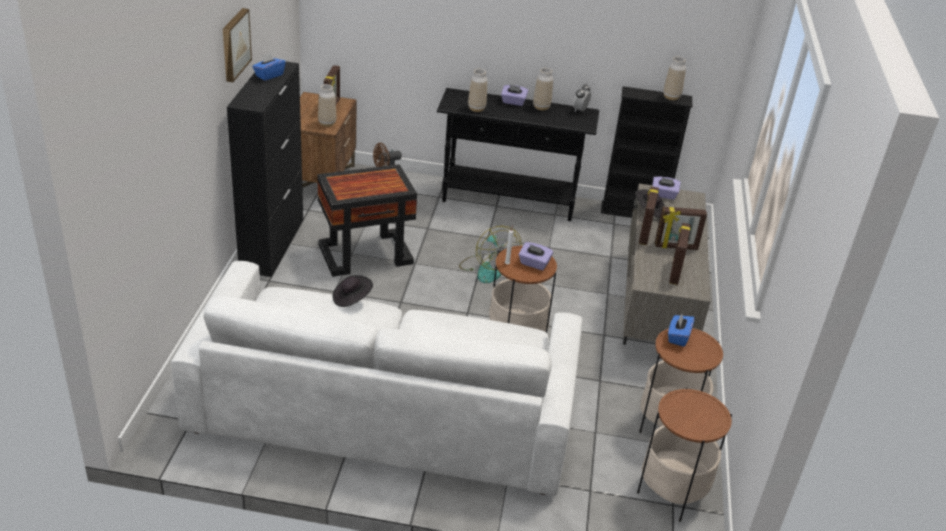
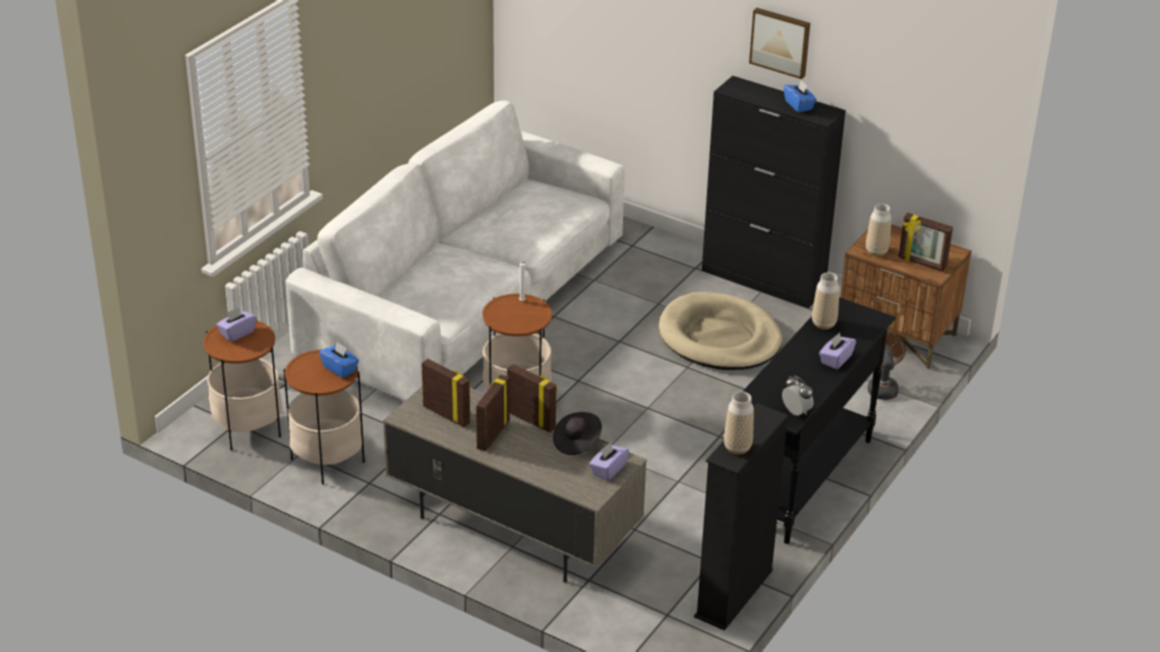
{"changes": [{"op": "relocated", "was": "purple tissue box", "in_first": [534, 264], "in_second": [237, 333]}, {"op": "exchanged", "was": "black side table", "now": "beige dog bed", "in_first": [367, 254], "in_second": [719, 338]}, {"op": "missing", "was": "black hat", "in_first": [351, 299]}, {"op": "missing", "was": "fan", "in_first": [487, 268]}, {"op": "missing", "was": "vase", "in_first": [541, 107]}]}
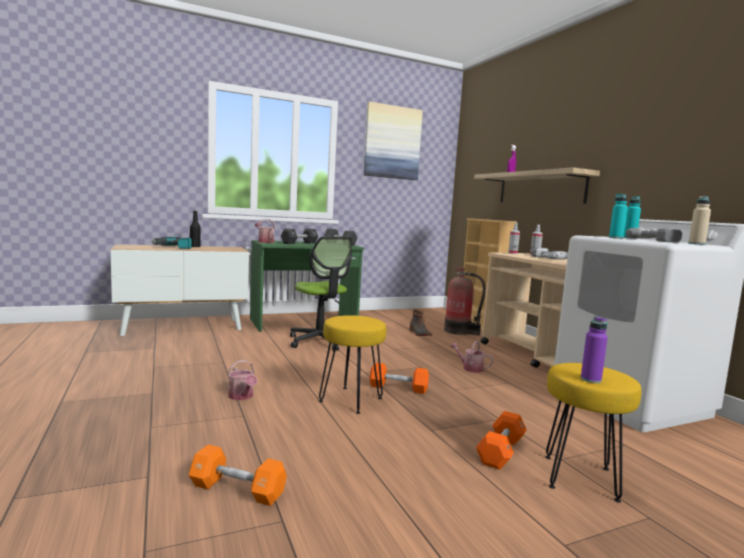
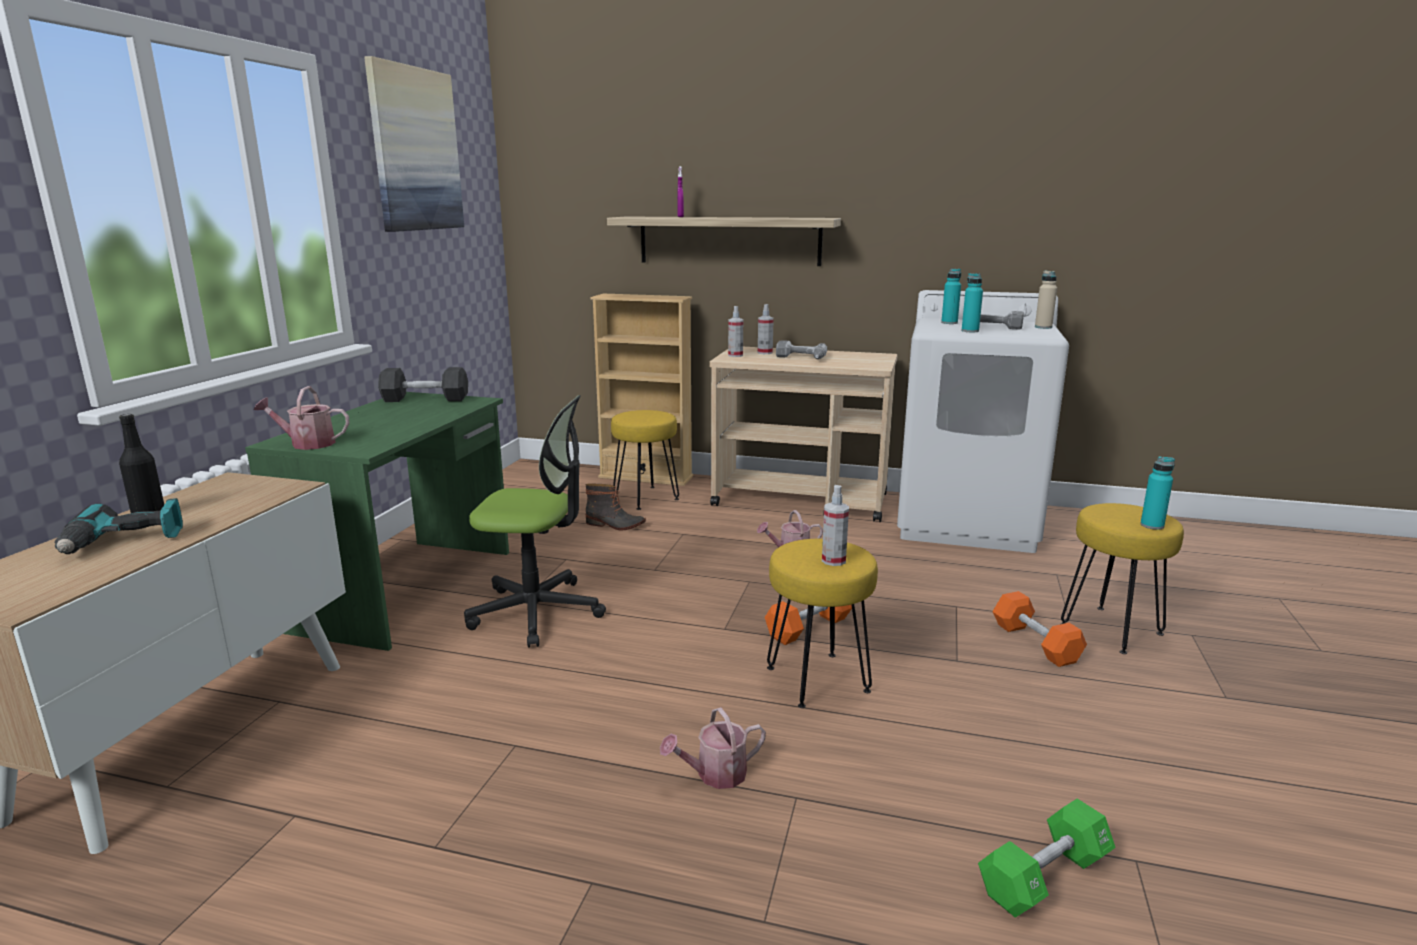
{"changes": [{"op": "exchanged", "was": "fire extinguisher", "now": "yellow stool", "in_first": [459, 331], "in_second": [646, 497]}, {"op": "spun", "was": "watering can", "in_first": [242, 396], "in_second": [715, 775], "clockwise": 150}, {"op": "appeared", "now": "spray bottle", "in_second": [833, 560]}, {"op": "colour", "was": "orange dumbbell", "now": "green dumbbell", "in_first": [237, 490], "in_second": [1044, 877]}, {"op": "colour", "was": "purple bottle", "now": "turquoise bottle", "in_first": [590, 379], "in_second": [1152, 525]}, {"op": "missing", "was": "black dumbbell", "in_first": [299, 243]}]}
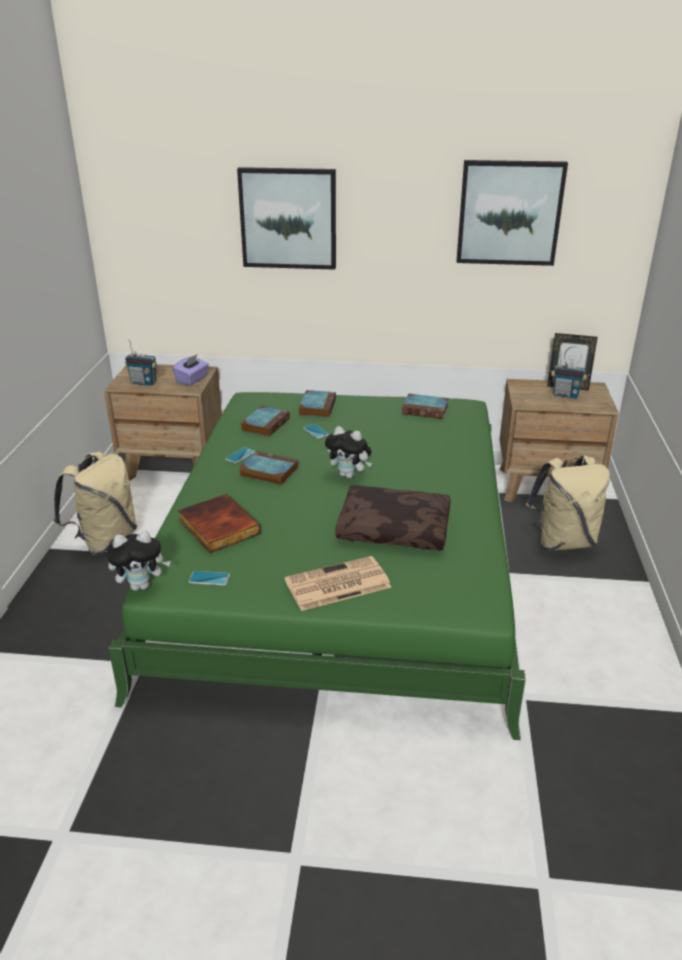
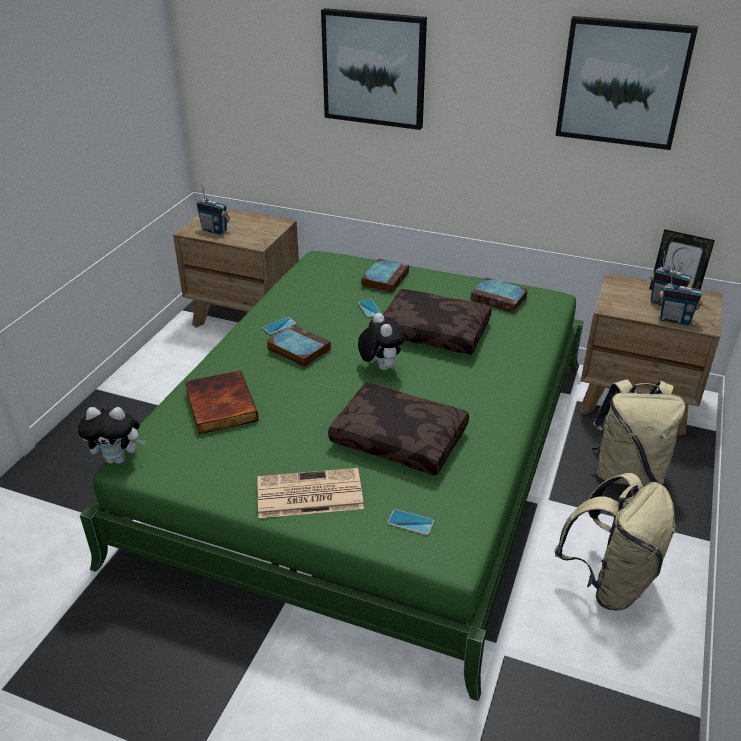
{"changes": [{"op": "spun", "was": "plush toy", "in_first": [349, 475], "in_second": [380, 366], "clockwise": -150}, {"op": "appeared", "now": "brown pillow", "in_second": [435, 331]}, {"op": "relocated", "was": "phone", "in_first": [209, 579], "in_second": [410, 522]}, {"op": "relocated", "was": "beige backpack", "in_first": [105, 540], "in_second": [609, 581]}, {"op": "appeared", "now": "radio", "in_second": [674, 320]}, {"op": "missing", "was": "purple tissue box", "in_first": [192, 380]}, {"op": "missing", "was": "book", "in_first": [265, 424]}]}
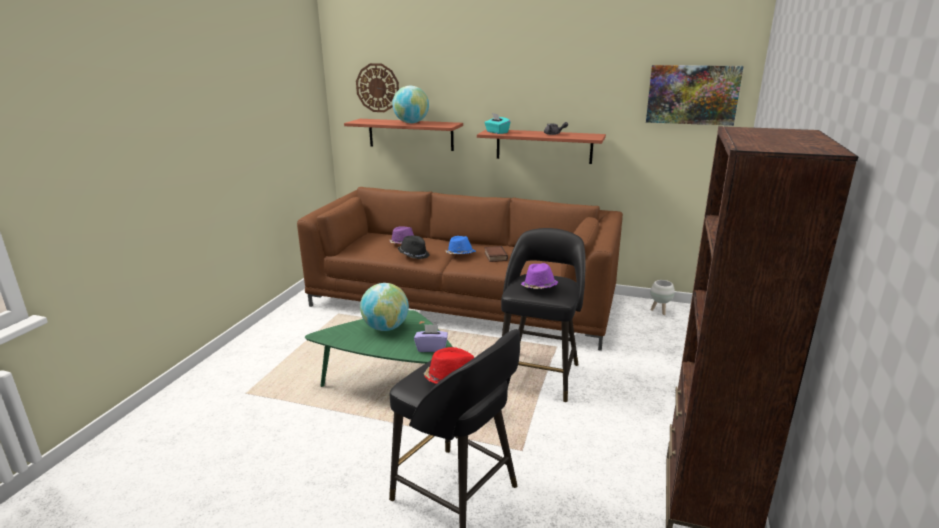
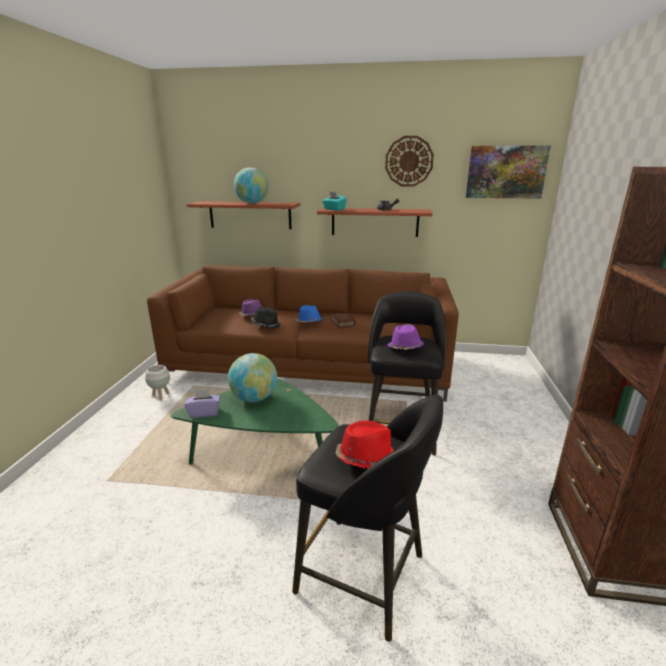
{"changes": [{"op": "relocated", "was": "white planter", "in_first": [659, 311], "in_second": [161, 396]}, {"op": "relocated", "was": "purple tissue box", "in_first": [431, 348], "in_second": [204, 412]}, {"op": "relocated", "was": "wall clock", "in_first": [377, 88], "in_second": [409, 161]}]}
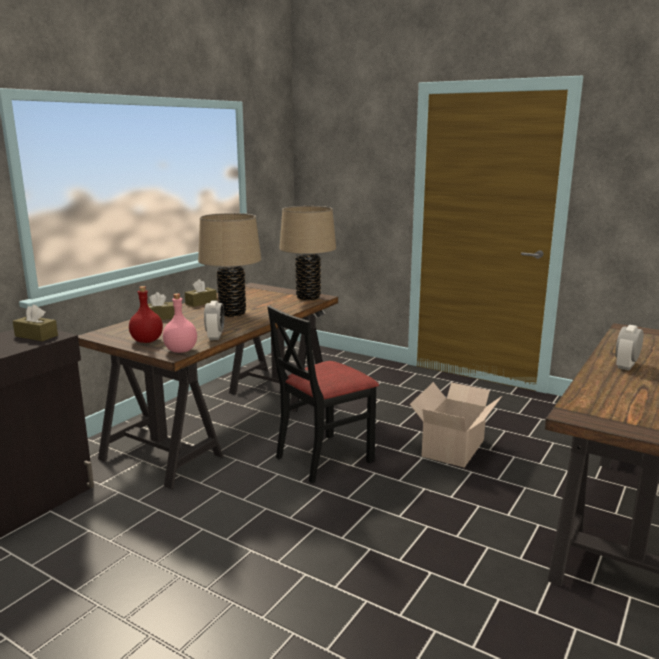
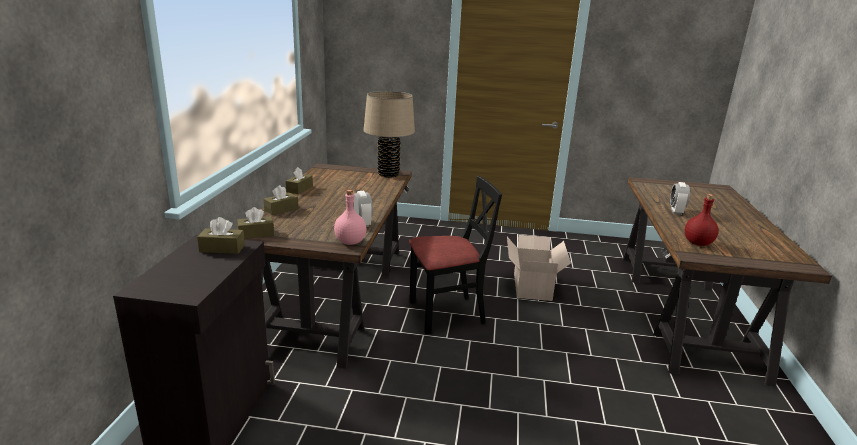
{"changes": [{"op": "appeared", "now": "brown tissue box", "in_second": [256, 234]}, {"op": "spun", "was": "black chair", "in_first": [323, 458], "in_second": [446, 313], "clockwise": -135}, {"op": "relocated", "was": "red bottle", "in_first": [147, 341], "in_second": [698, 243]}, {"op": "missing", "was": "beige table lamp", "in_first": [232, 313]}]}
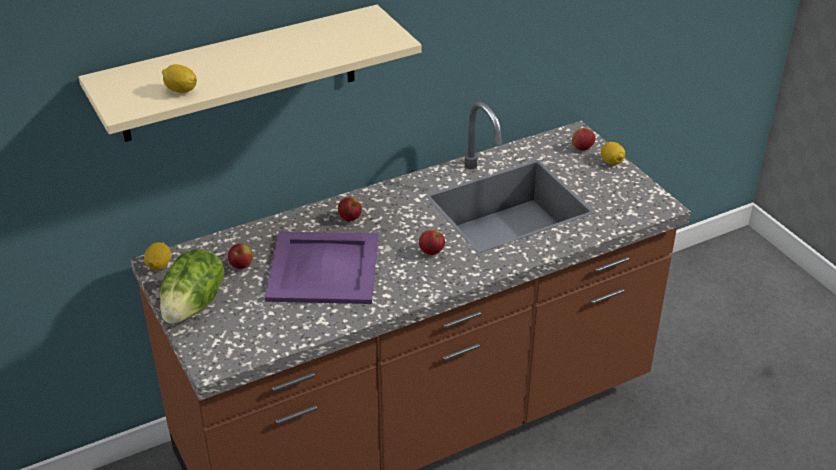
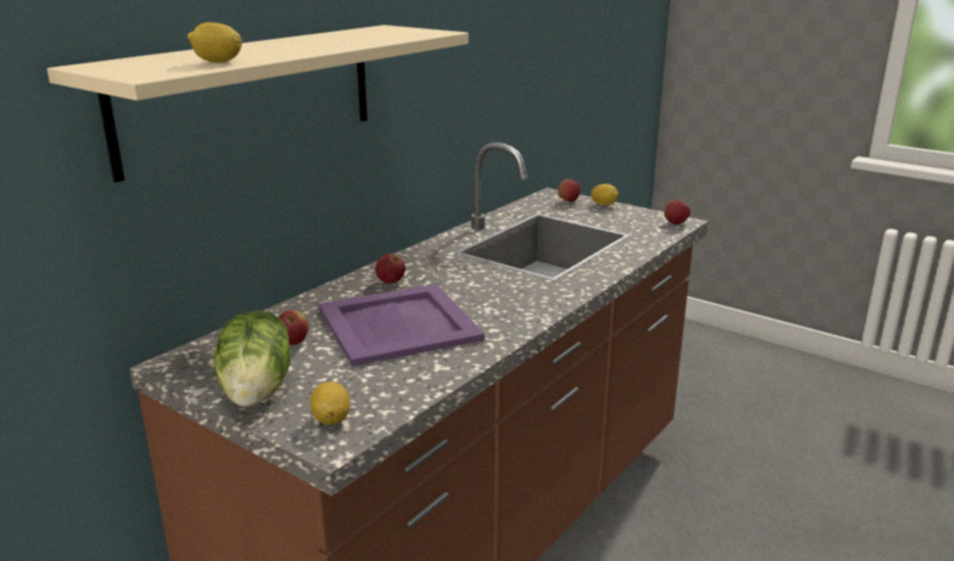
{"changes": [{"op": "relocated", "was": "lemon", "in_first": [159, 265], "in_second": [331, 419]}, {"op": "relocated", "was": "apple", "in_first": [431, 252], "in_second": [675, 223]}]}
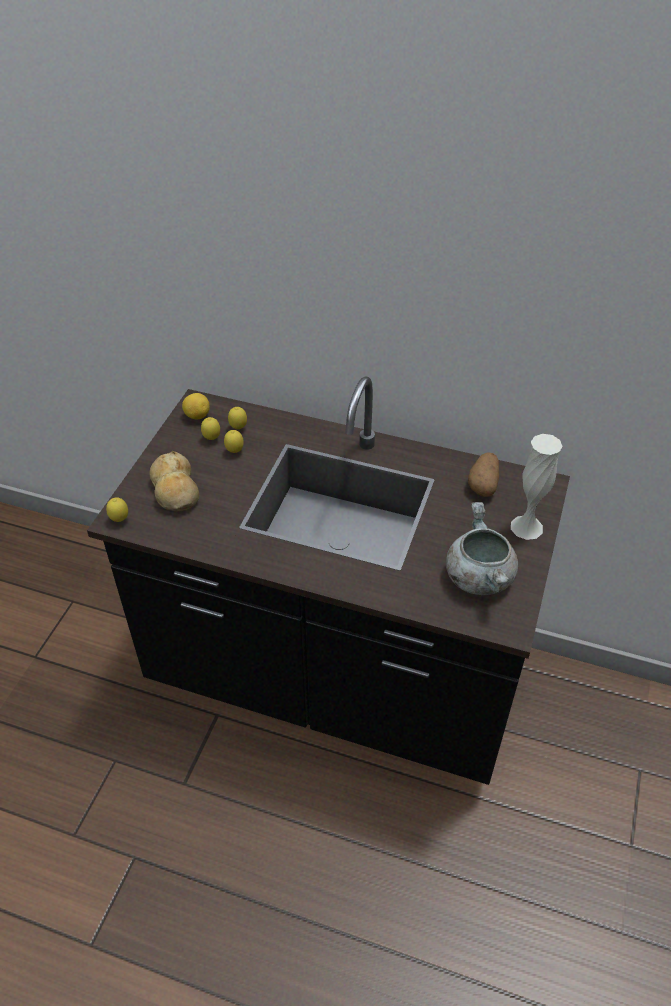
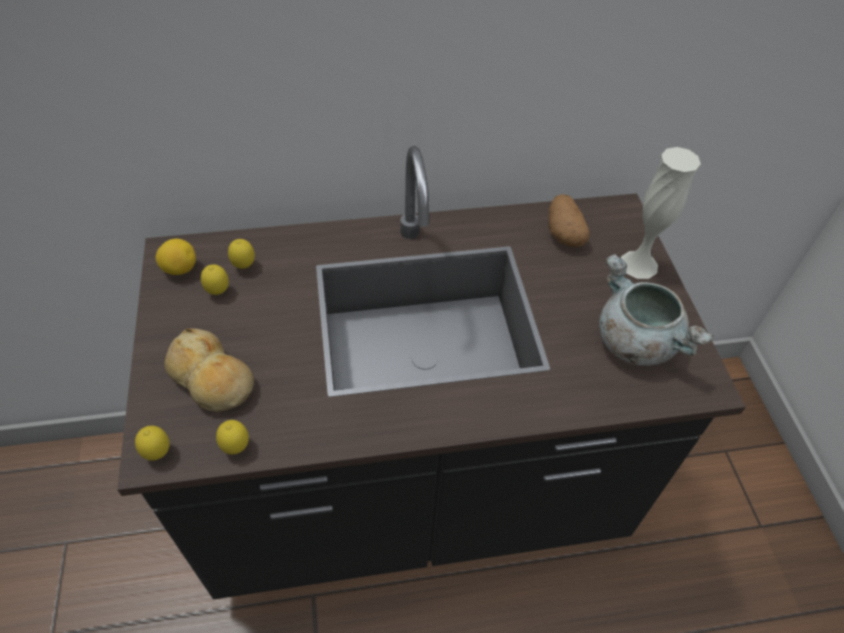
{"changes": [{"op": "relocated", "was": "lemon", "in_first": [234, 451], "in_second": [236, 448]}]}
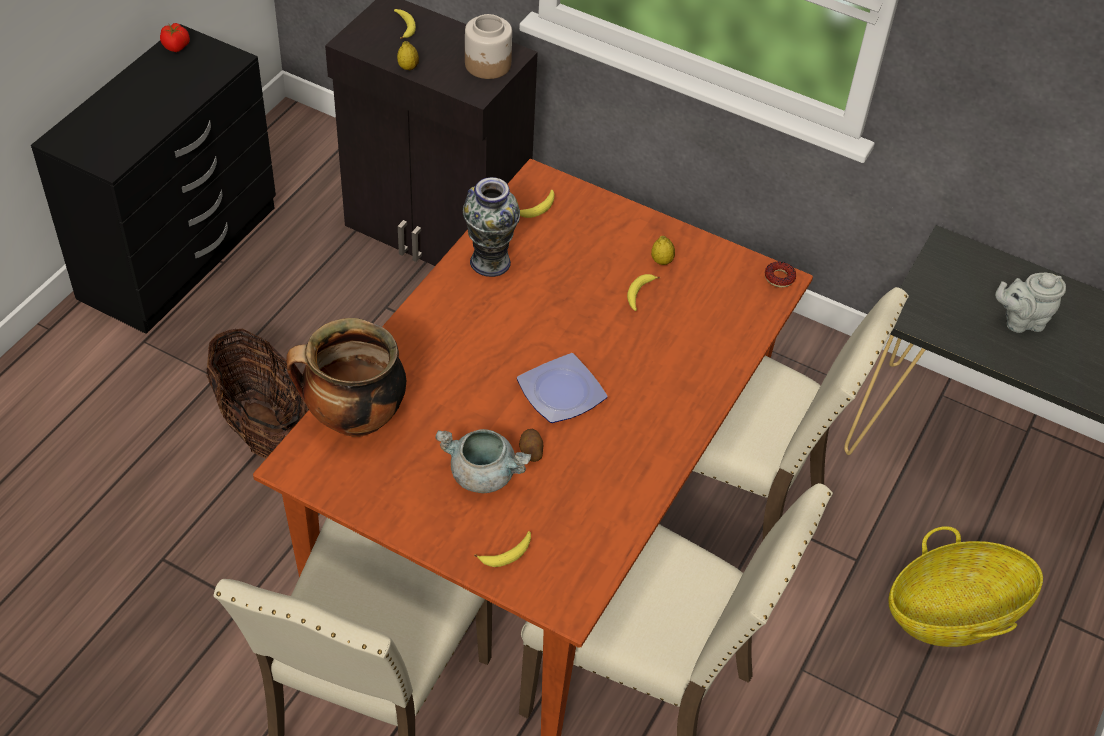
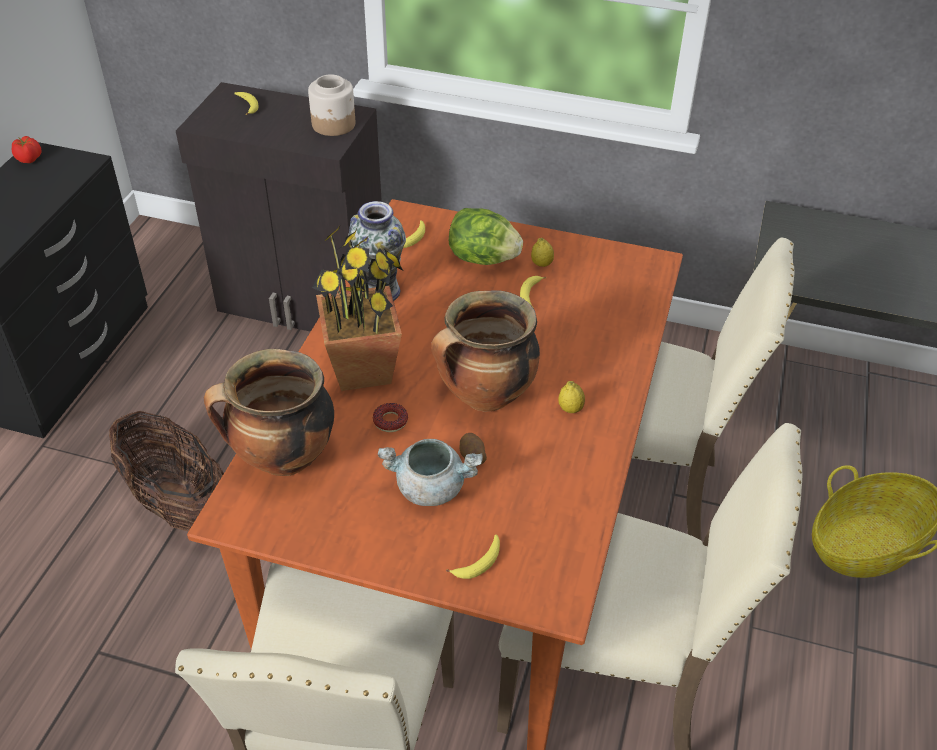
{"changes": [{"op": "appeared", "now": "potted plant", "in_second": [362, 369]}, {"op": "relocated", "was": "donut", "in_first": [779, 277], "in_second": [390, 421]}, {"op": "exchanged", "was": "plate", "now": "cooking pot", "in_first": [561, 394], "in_second": [485, 397]}, {"op": "appeared", "now": "lettuce", "in_second": [482, 258]}, {"op": "relocated", "was": "lemon", "in_first": [408, 67], "in_second": [570, 409]}, {"op": "missing", "was": "grey teapot", "in_first": [1020, 321]}]}
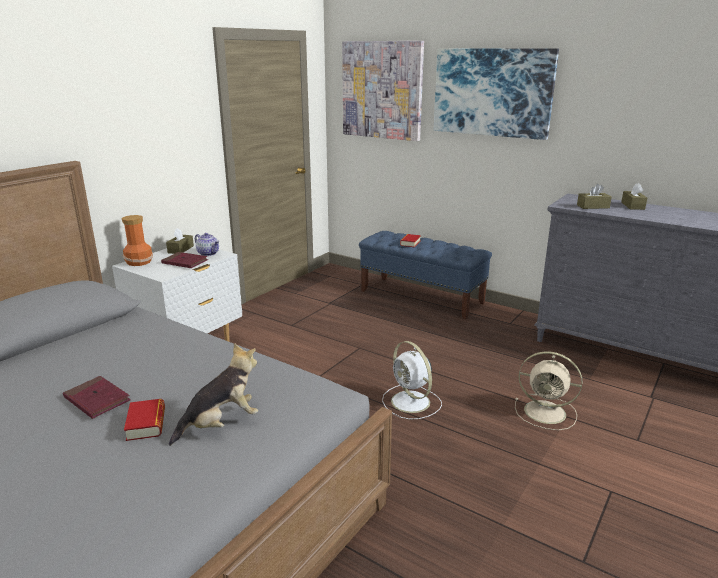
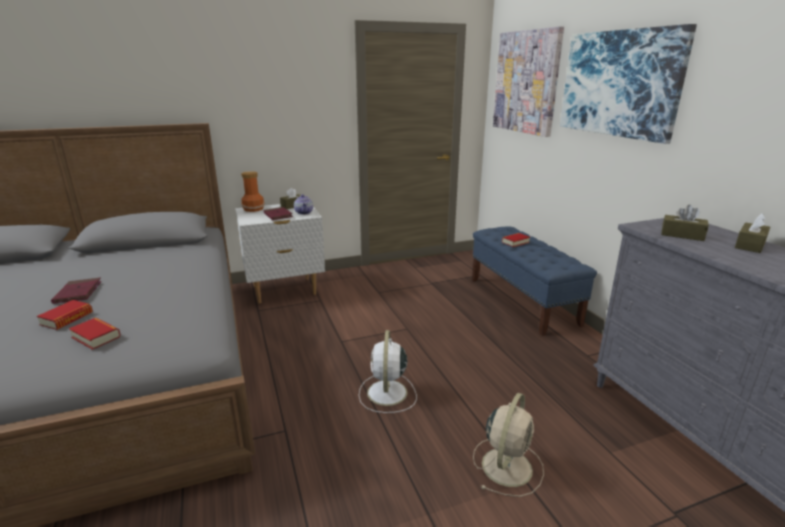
{"changes": [{"op": "exchanged", "was": "plush toy", "now": "book", "in_first": [221, 424], "in_second": [96, 337]}, {"op": "spun", "was": "beige fan", "in_first": [547, 412], "in_second": [507, 465], "clockwise": -120}]}
